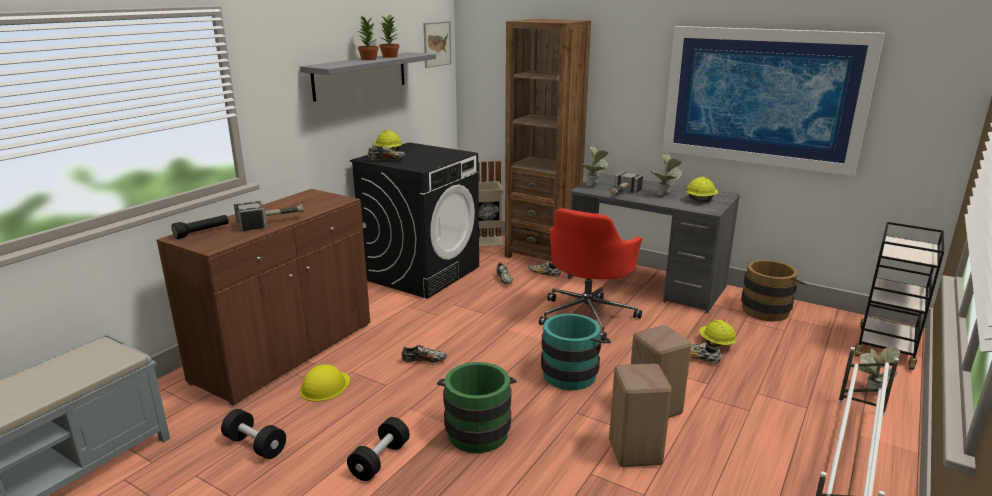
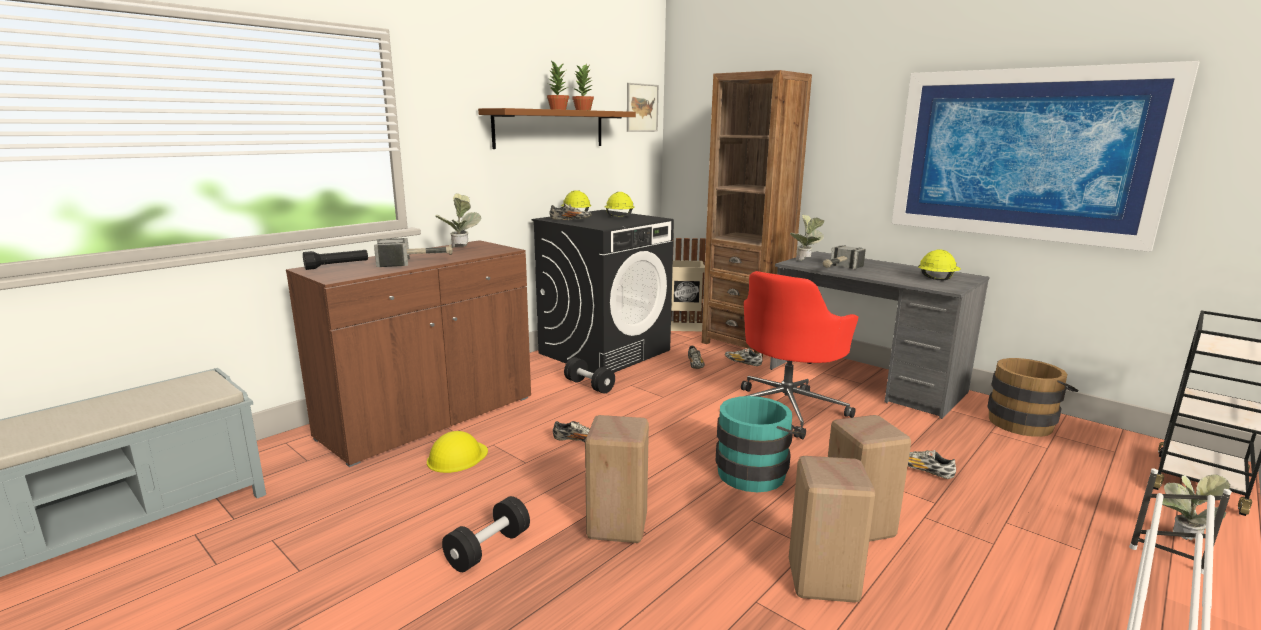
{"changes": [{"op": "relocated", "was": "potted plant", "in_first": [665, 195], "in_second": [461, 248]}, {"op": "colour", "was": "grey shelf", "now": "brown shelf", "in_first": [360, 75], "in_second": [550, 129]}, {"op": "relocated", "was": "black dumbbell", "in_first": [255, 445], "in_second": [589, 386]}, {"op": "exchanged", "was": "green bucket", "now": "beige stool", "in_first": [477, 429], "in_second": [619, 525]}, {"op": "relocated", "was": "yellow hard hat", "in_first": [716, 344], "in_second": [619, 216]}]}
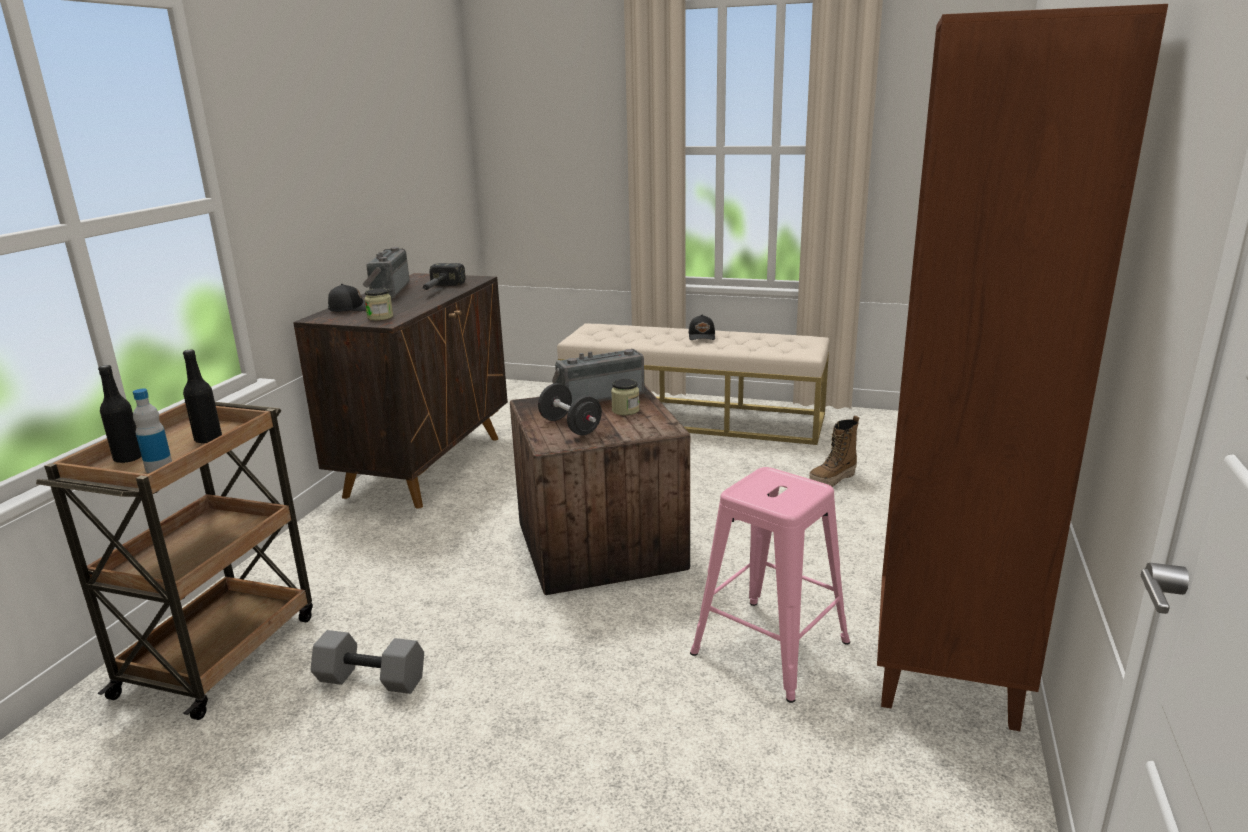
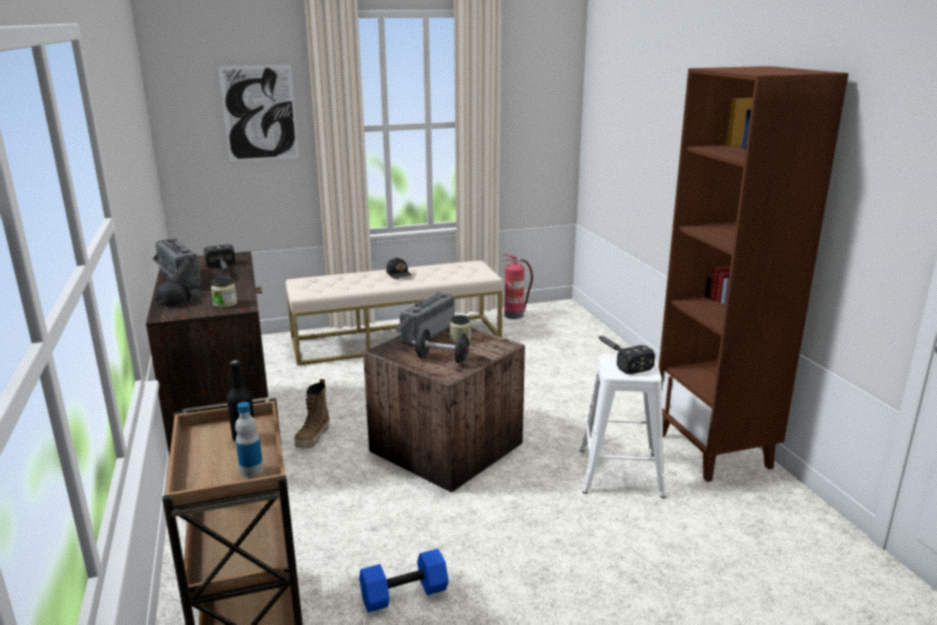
{"changes": [{"op": "appeared", "now": "picture", "in_second": [259, 113]}, {"op": "relocated", "was": "boot", "in_first": [832, 480], "in_second": [313, 437]}, {"op": "colour", "was": "grey dumbbell", "now": "blue dumbbell", "in_first": [369, 680], "in_second": [404, 595]}, {"op": "appeared", "now": "fire extinguisher", "in_second": [514, 315]}, {"op": "colour", "was": "pink stool", "now": "white stool", "in_first": [771, 649], "in_second": [621, 473]}, {"op": "appeared", "now": "hammer", "in_second": [618, 358]}, {"op": "missing", "was": "black bottle", "in_first": [128, 458]}]}
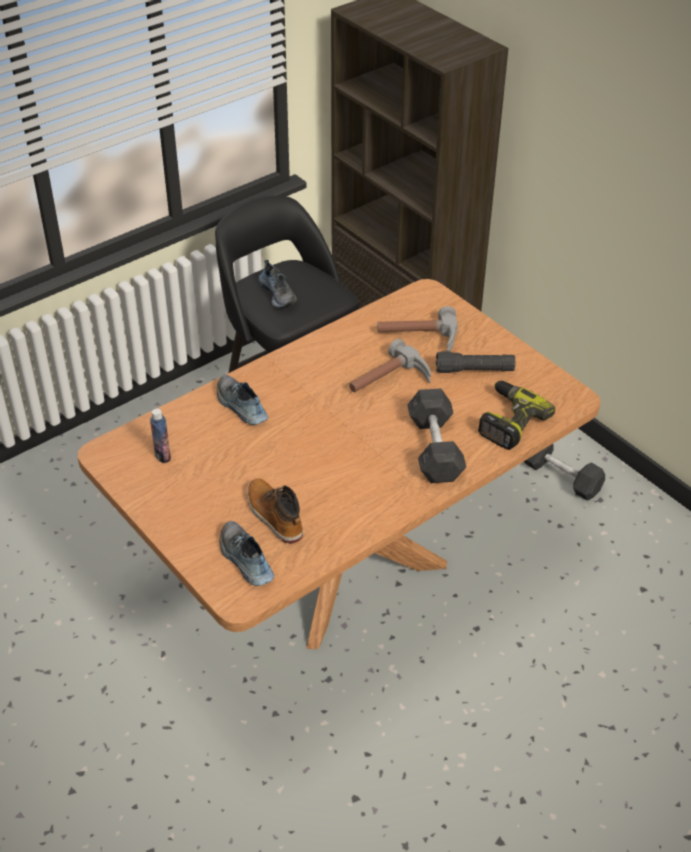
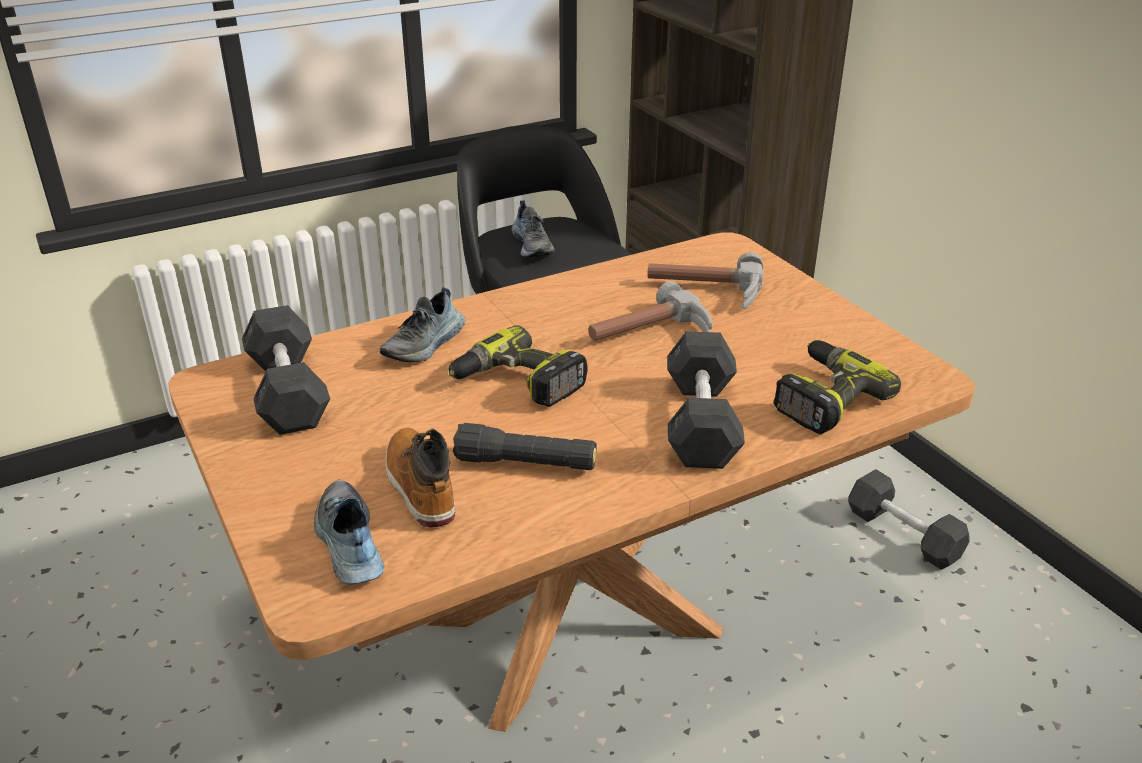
{"changes": [{"op": "exchanged", "was": "bottle", "now": "grey dumbbell", "in_first": [162, 455], "in_second": [288, 392]}, {"op": "spun", "was": "shoe", "in_first": [240, 407], "in_second": [425, 345], "clockwise": -120}, {"op": "appeared", "now": "power drill", "in_second": [517, 383]}, {"op": "relocated", "was": "black flashlight", "in_first": [474, 370], "in_second": [525, 463]}]}
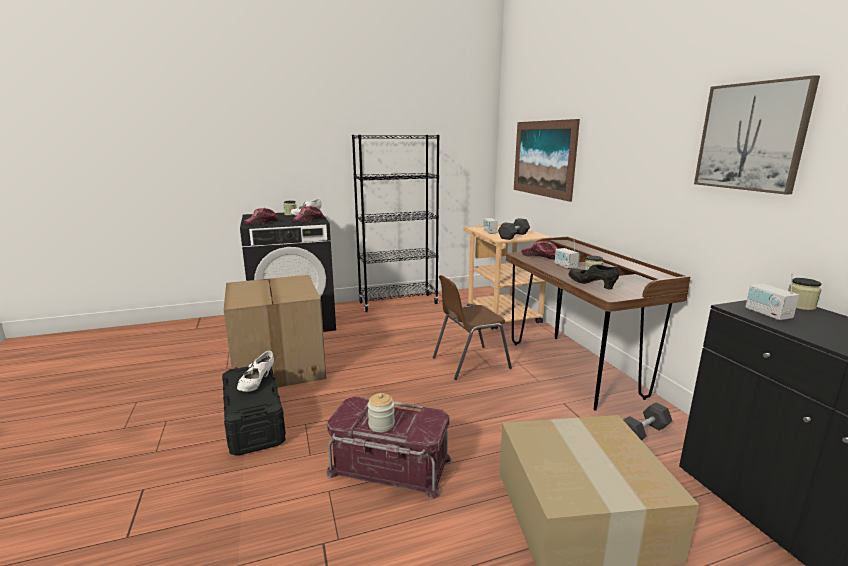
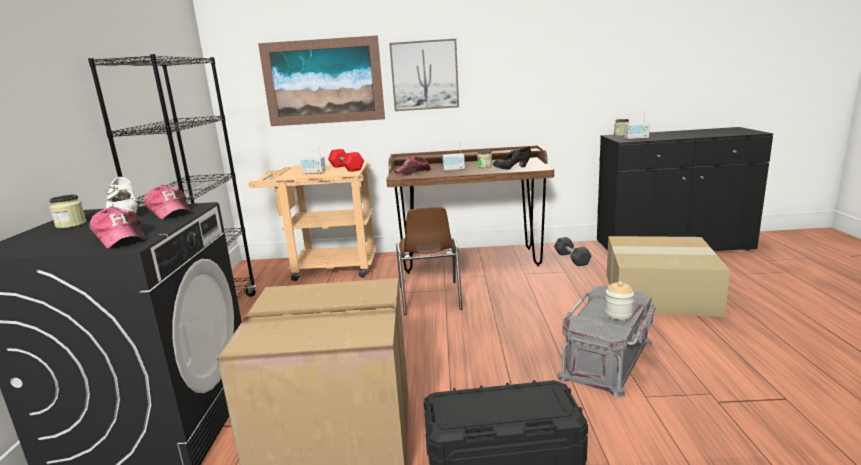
{"changes": [{"op": "colour", "was": "grey dumbbell", "now": "red dumbbell", "in_first": [513, 236], "in_second": [346, 168]}, {"op": "relocated", "was": "picture", "in_first": [751, 137], "in_second": [424, 75]}, {"op": "colour", "was": "red storage box", "now": "grey storage box", "in_first": [389, 467], "in_second": [608, 360]}, {"op": "missing", "was": "white shoe", "in_first": [257, 384]}]}
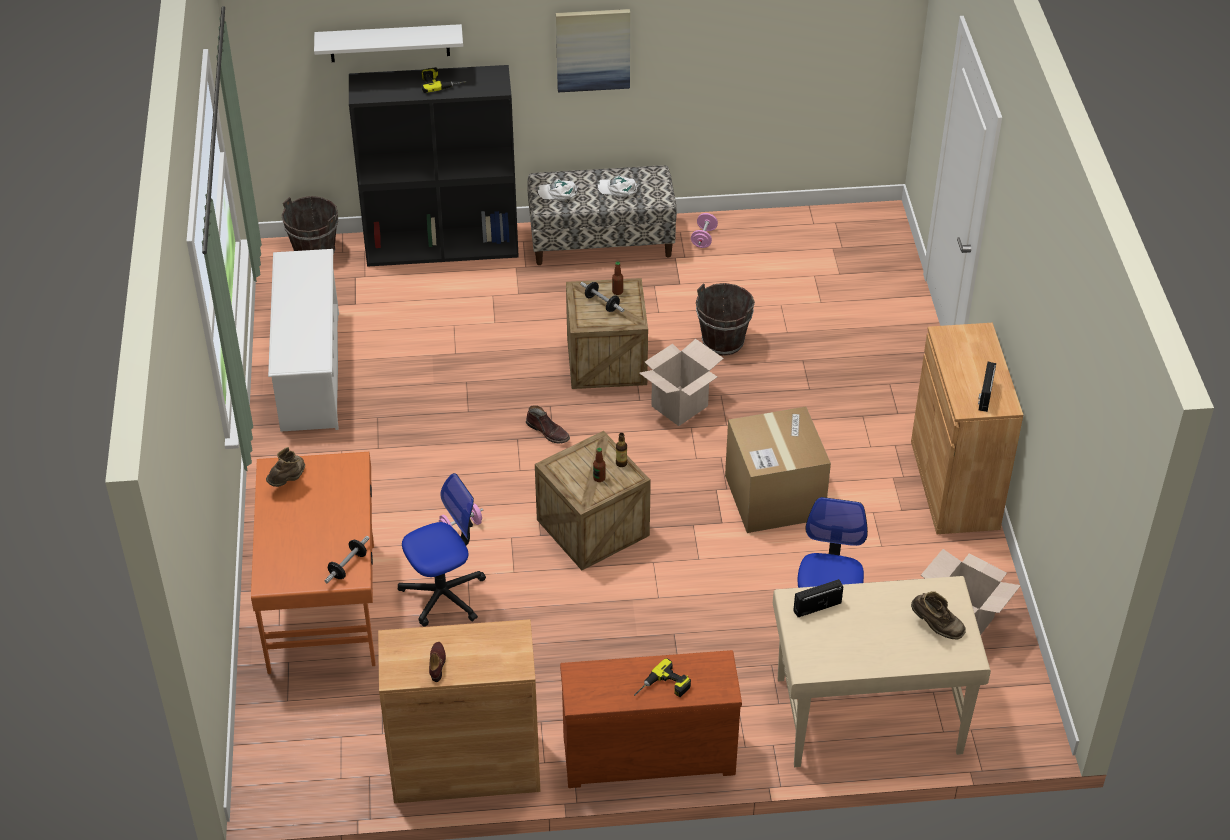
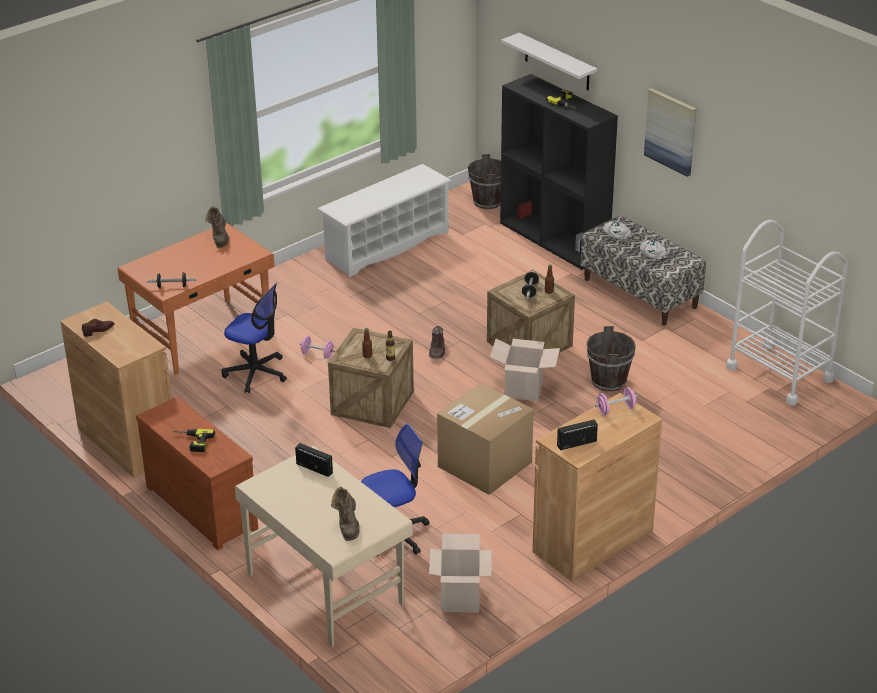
{"changes": [{"op": "spun", "was": "brown boot", "in_first": [288, 480], "in_second": [219, 239], "clockwise": 90}, {"op": "relocated", "was": "pink dumbbell", "in_first": [704, 238], "in_second": [615, 409]}, {"op": "appeared", "now": "white cart", "in_second": [779, 373]}]}
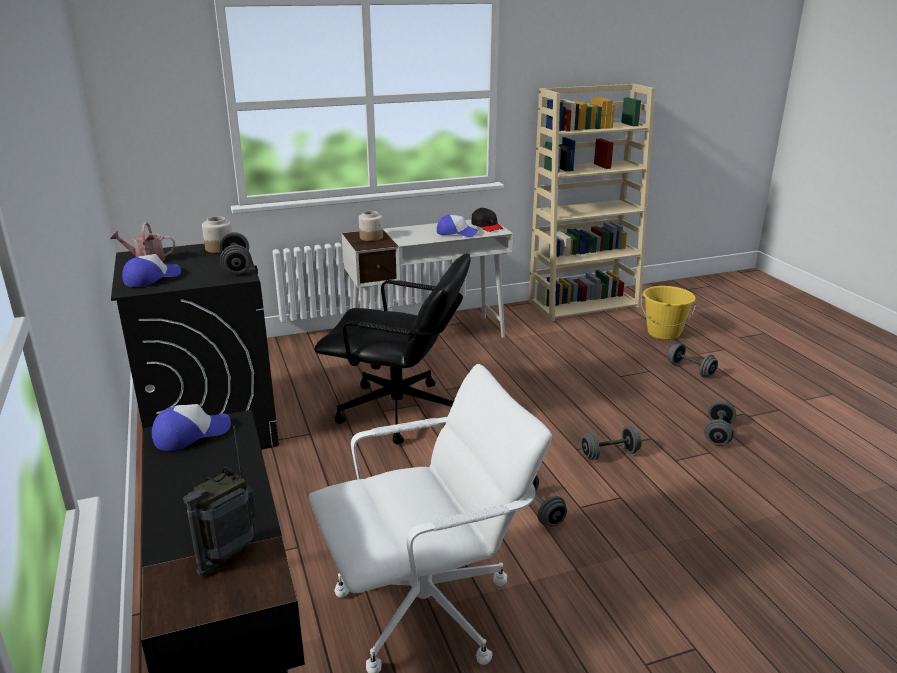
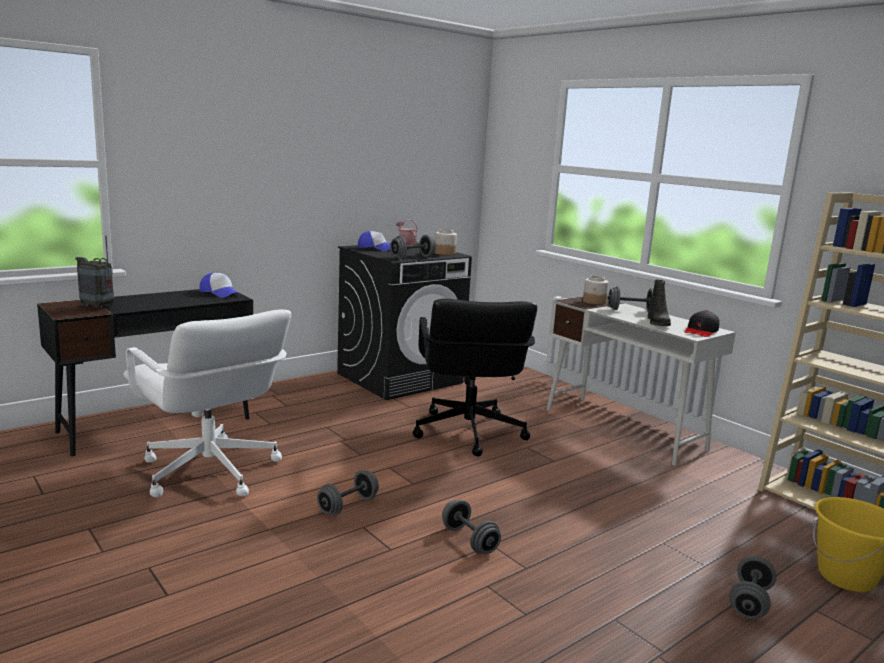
{"changes": [{"op": "relocated", "was": "grey dumbbell", "in_first": [718, 434], "in_second": [631, 310]}, {"op": "exchanged", "was": "cap", "now": "black boot", "in_first": [456, 233], "in_second": [657, 323]}]}
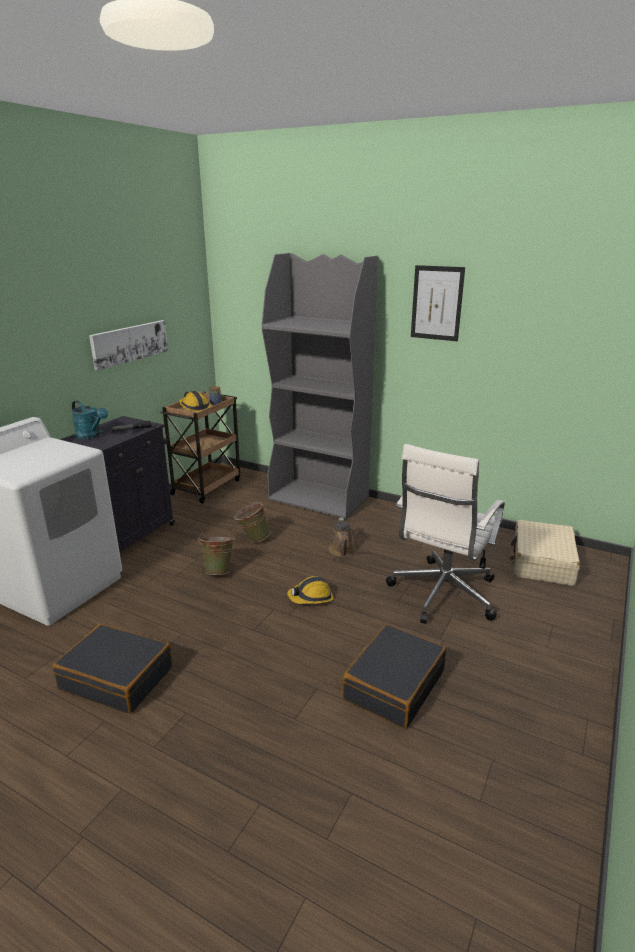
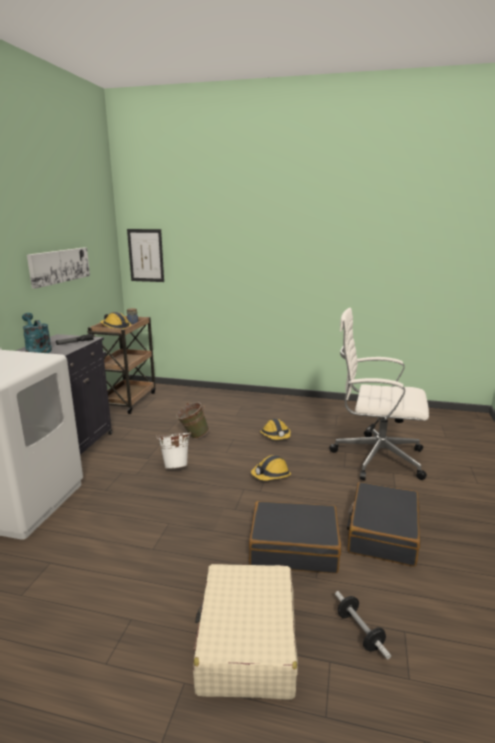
{"changes": [{"op": "spun", "was": "turquoise watering can", "in_first": [92, 436], "in_second": [37, 350], "clockwise": -150}, {"op": "relocated", "was": "picture", "in_first": [437, 303], "in_second": [146, 255]}, {"op": "colour", "was": "green bucket", "now": "white bucket", "in_first": [219, 571], "in_second": [176, 465]}, {"op": "relocated", "was": "beige suitcase", "in_first": [542, 562], "in_second": [247, 641]}, {"op": "relocated", "was": "black suitcase", "in_first": [117, 678], "in_second": [294, 547]}, {"op": "exchanged", "was": "brown watering can", "now": "hard hat", "in_first": [342, 551], "in_second": [276, 436]}, {"op": "spun", "was": "white office chair", "in_first": [441, 594], "in_second": [375, 457], "clockwise": 90}, {"op": "appeared", "now": "dumbbell", "in_second": [359, 632]}, {"op": "missing", "was": "grey bookcase", "in_first": [319, 499]}]}
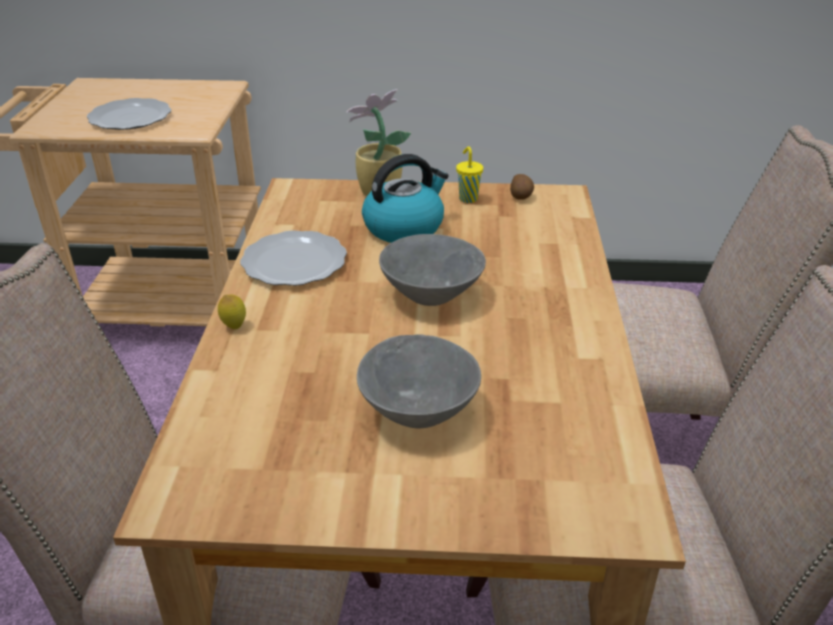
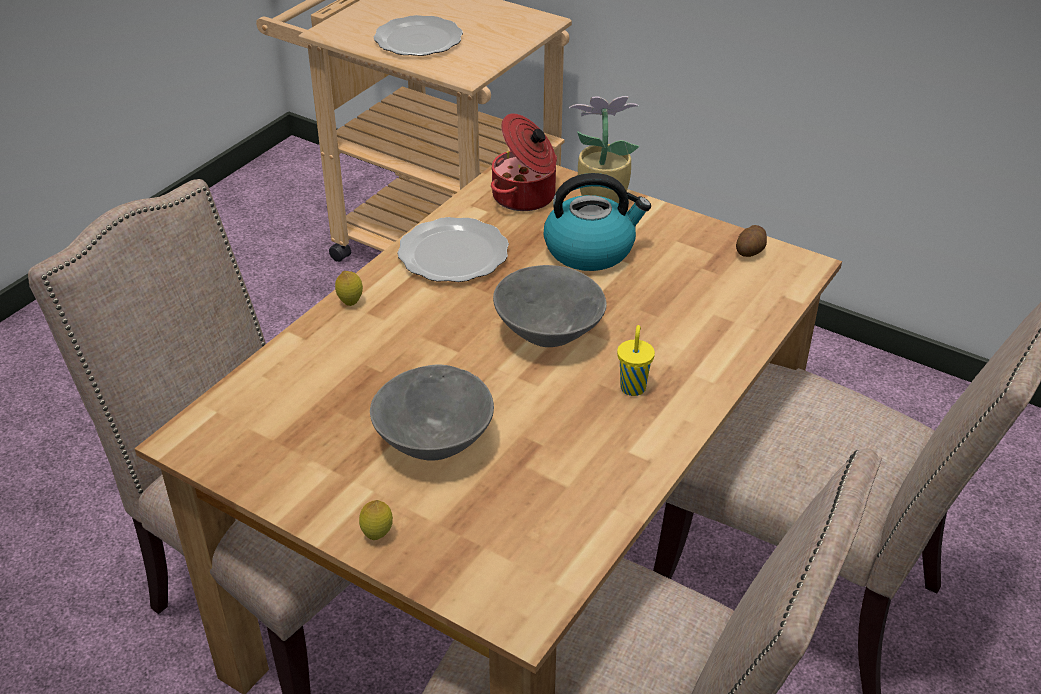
{"changes": [{"op": "appeared", "now": "lemon", "in_second": [377, 535]}, {"op": "appeared", "now": "cooking pot", "in_second": [525, 197]}, {"op": "relocated", "was": "yellow cup", "in_first": [467, 198], "in_second": [633, 386]}]}
